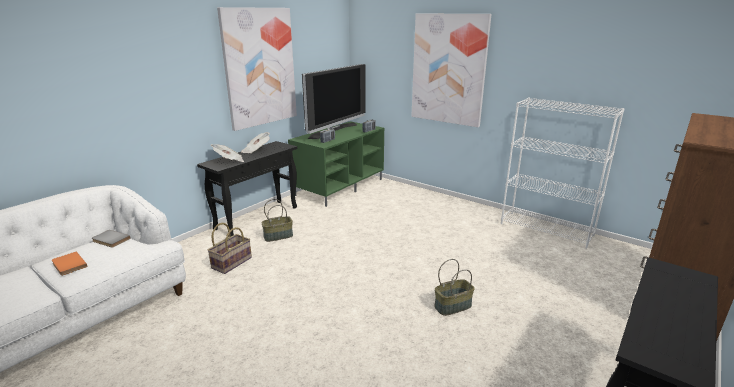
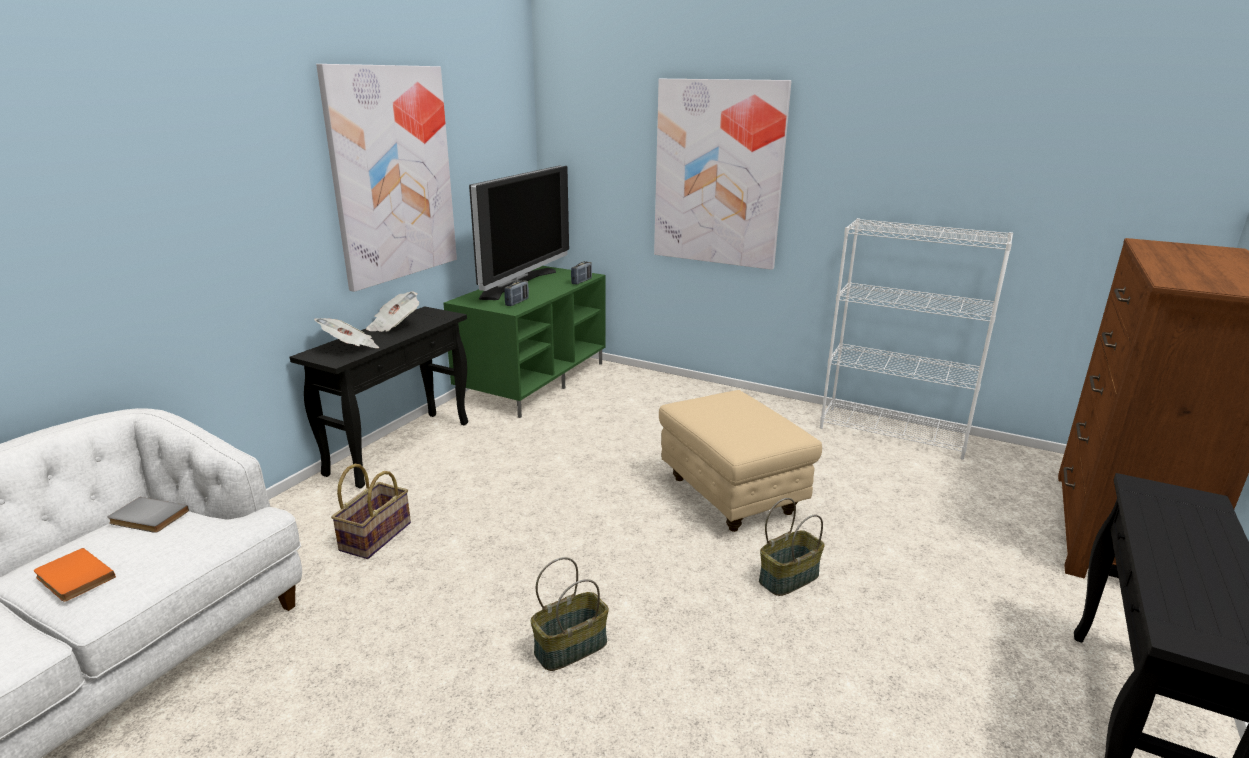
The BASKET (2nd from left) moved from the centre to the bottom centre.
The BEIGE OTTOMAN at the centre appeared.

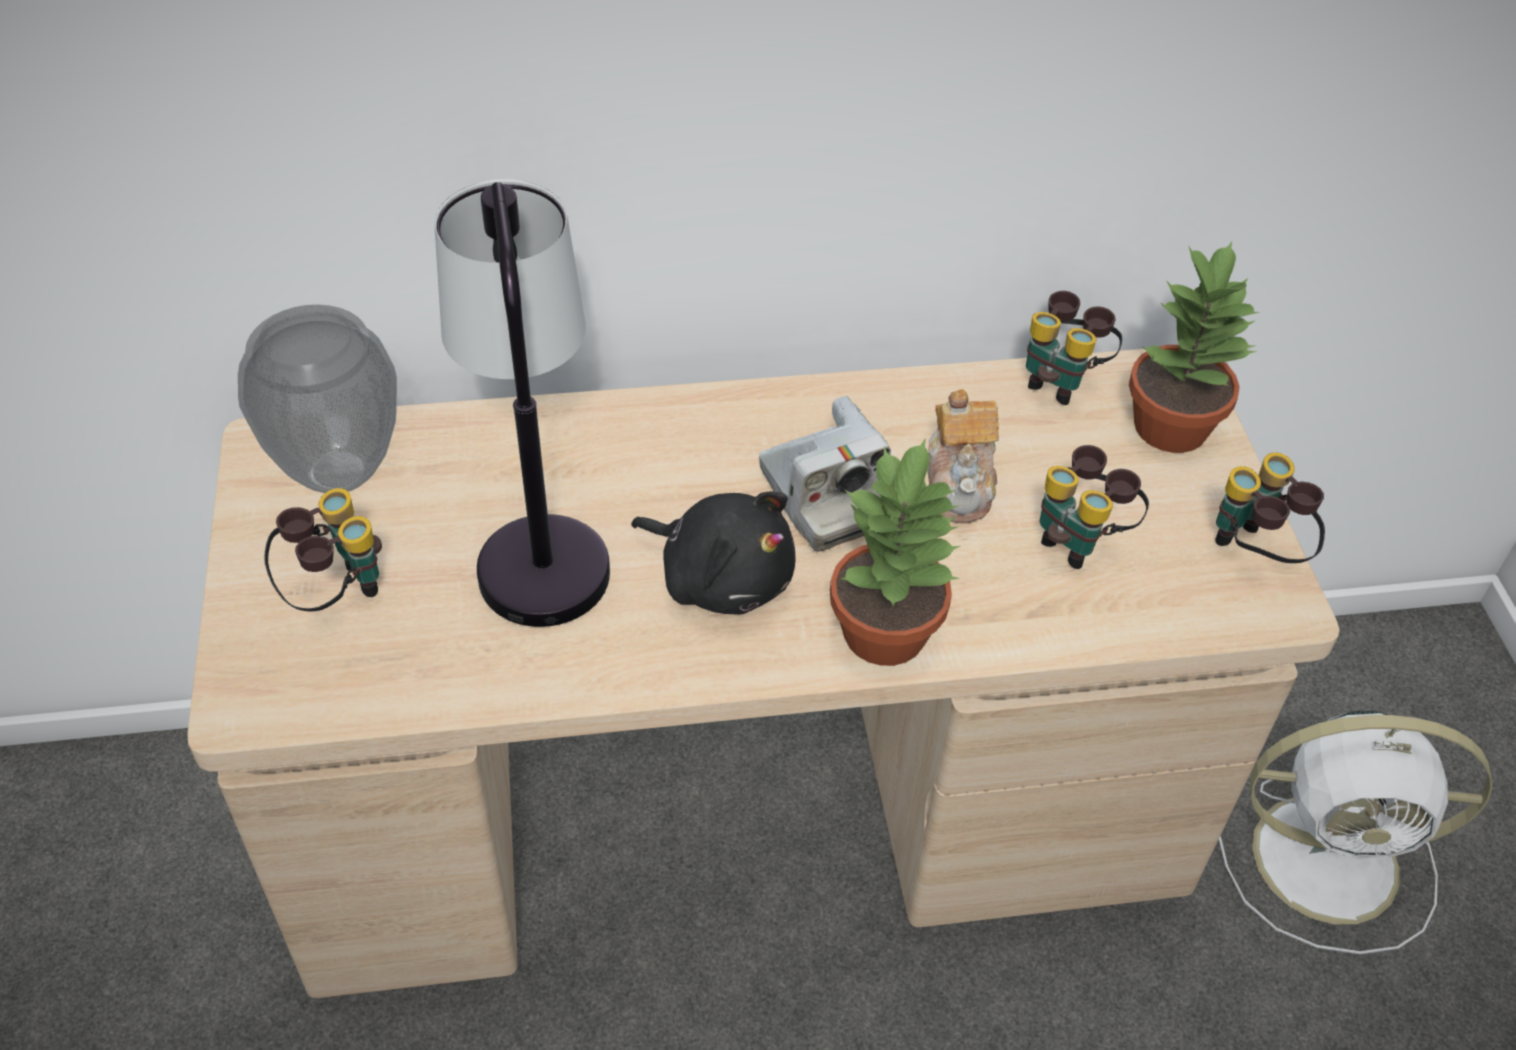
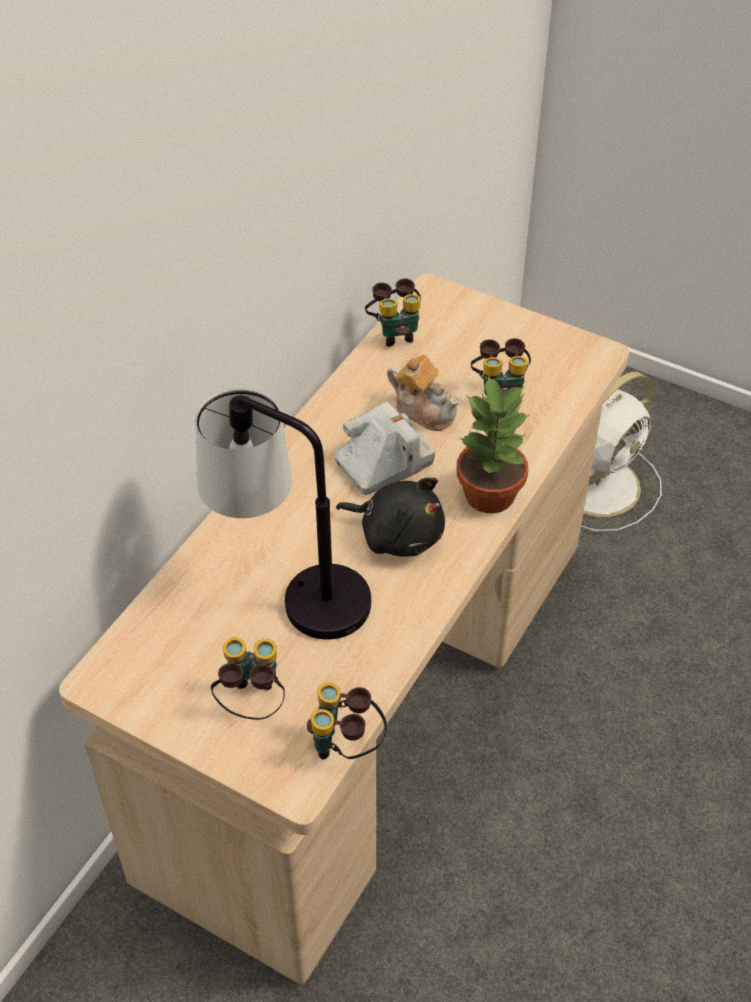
The BINOCULARS (4th from left in the first image) moved from the middle right to the bottom centre.
The PHOTO CAMERA at the centre turned 45 degrees counterclockwise.
The BLACK PLUSH TOY at the centre turned 45 degrees clockwise.
The VASE at the middle left disappeared.
The POTTED PLANT (2nd from left) at the top right disappeared.

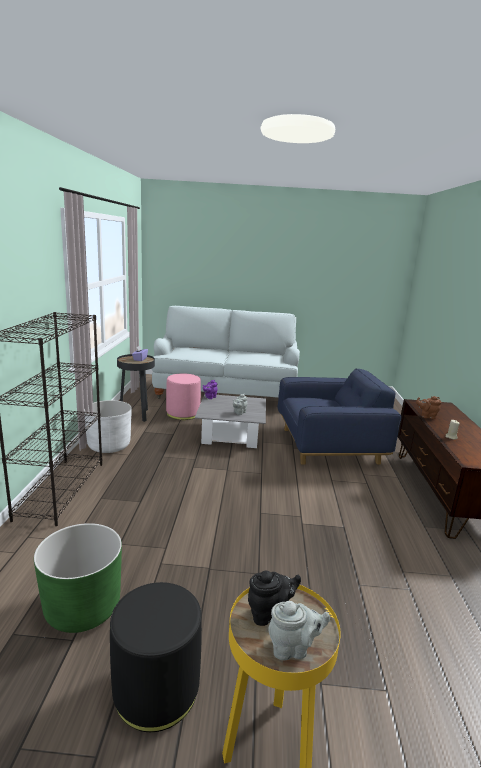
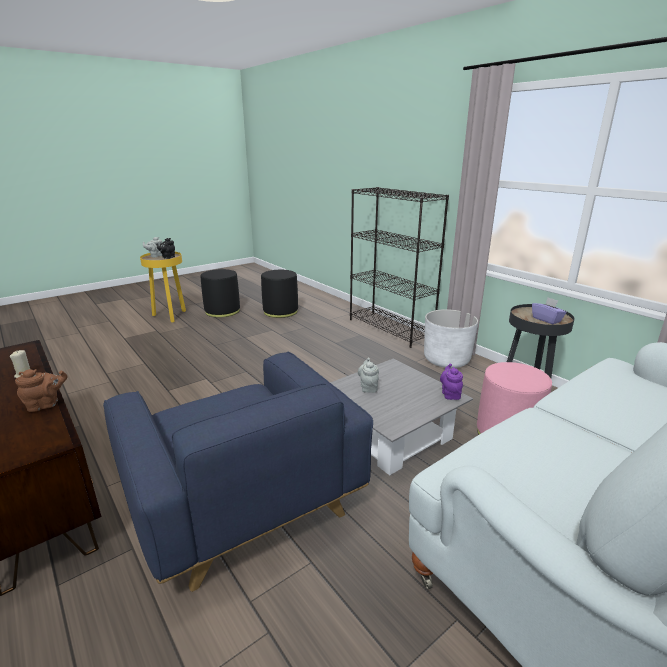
The BLUE ARMCHAIR at the middle right turned 75 degrees counterclockwise.
The GREEN PLANTER at the bottom left was replaced by the BLACK OTTOMAN (2nd from left) at the centre.

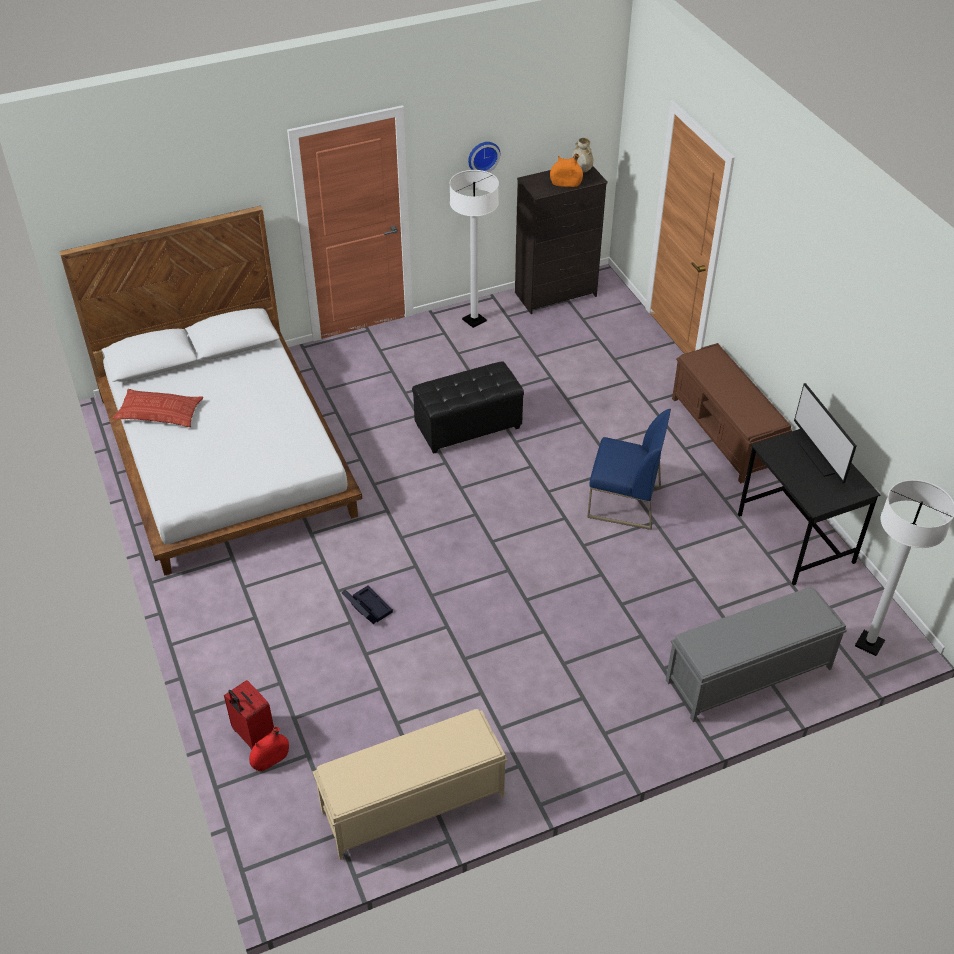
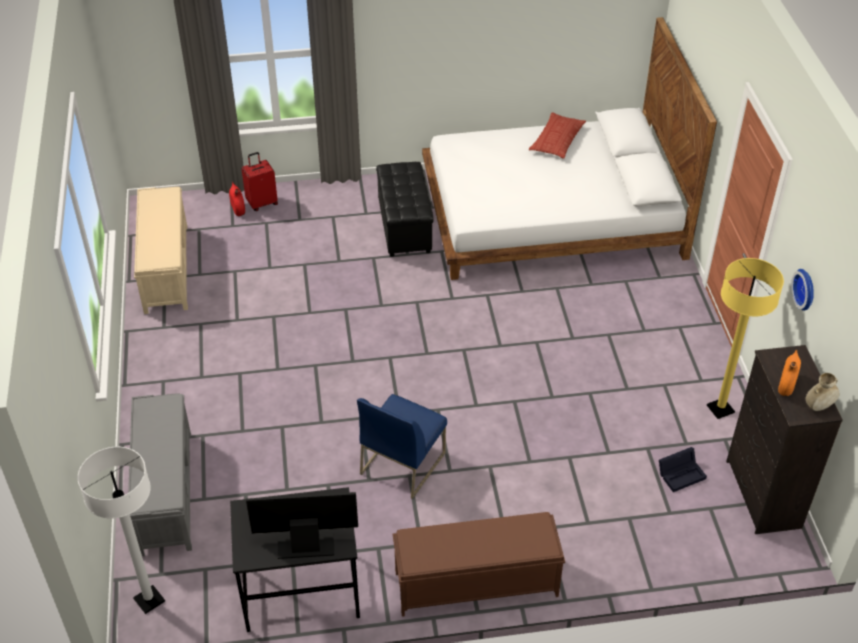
The BLACK OTTOMAN moved from the centre to the top centre.
The BLACK STORAGE BOX moved from the centre to the bottom right.
The WHITE FLOOR LAMP (1st from left) at the top centre became the YELLOW FLOOR LAMP at the middle right.

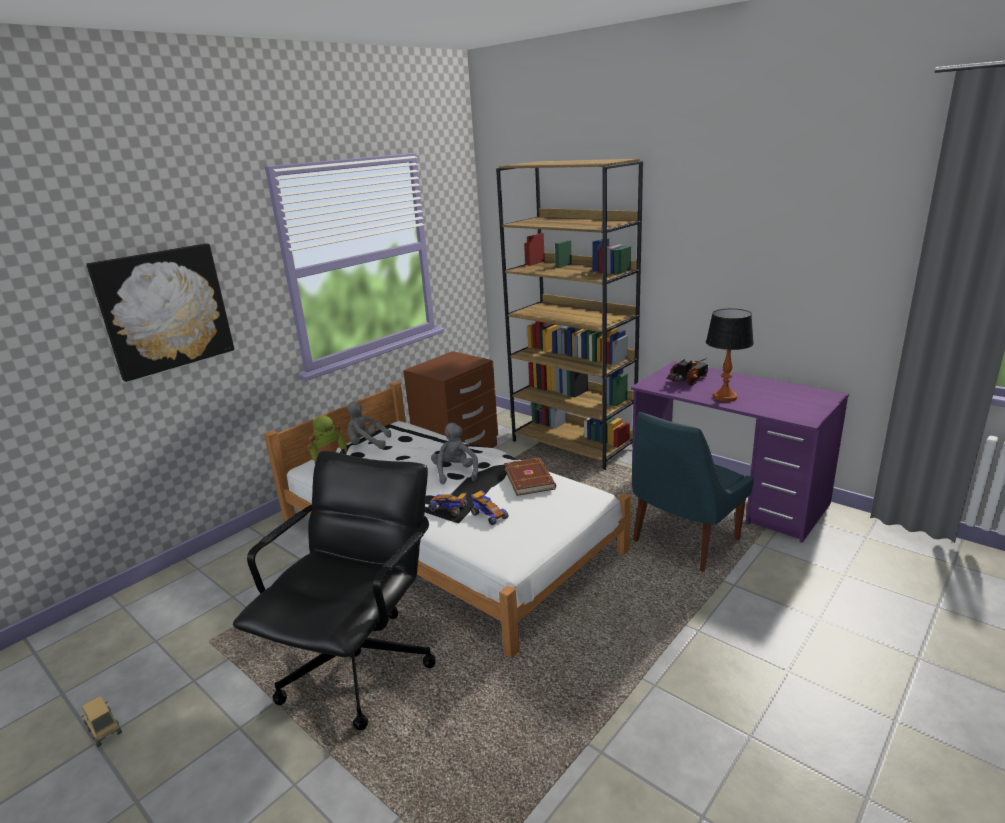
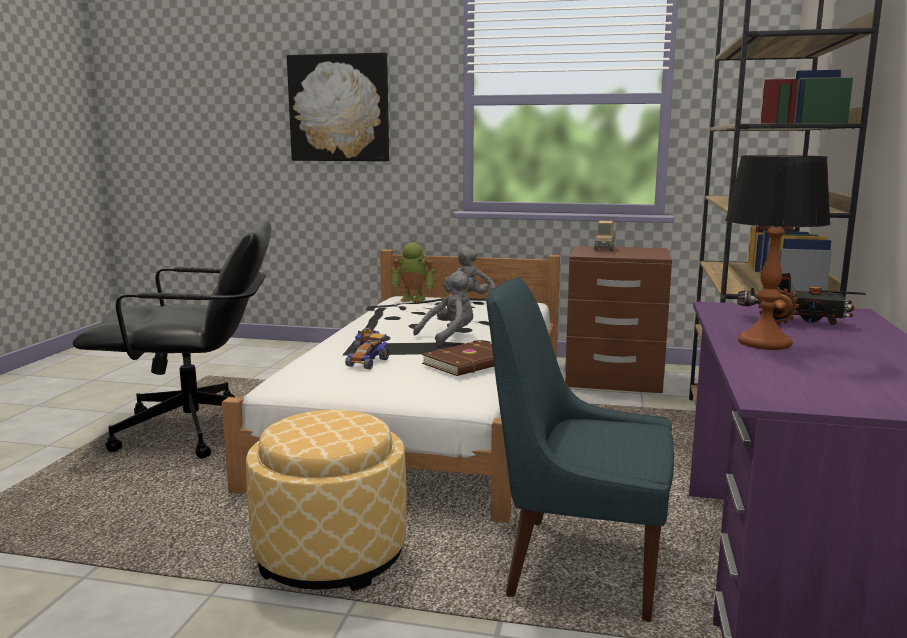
The OTTOMAN at the bottom centre appeared.
The TOY TRUCK (1st from left) moved from the bottom left to the middle right.

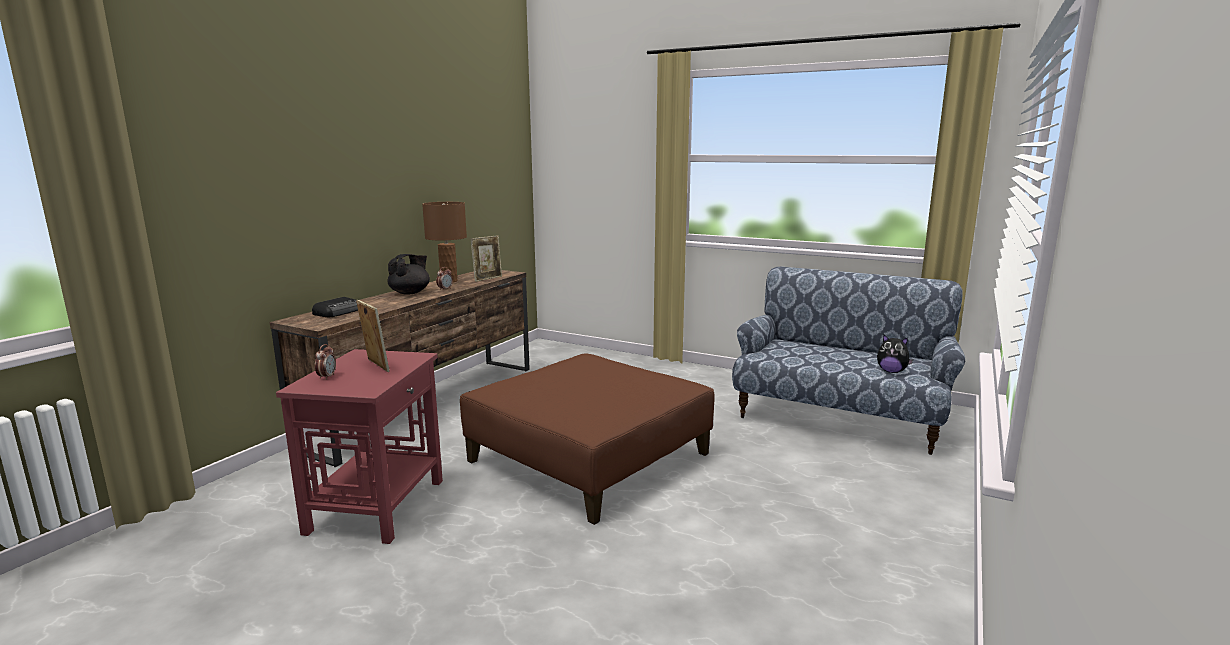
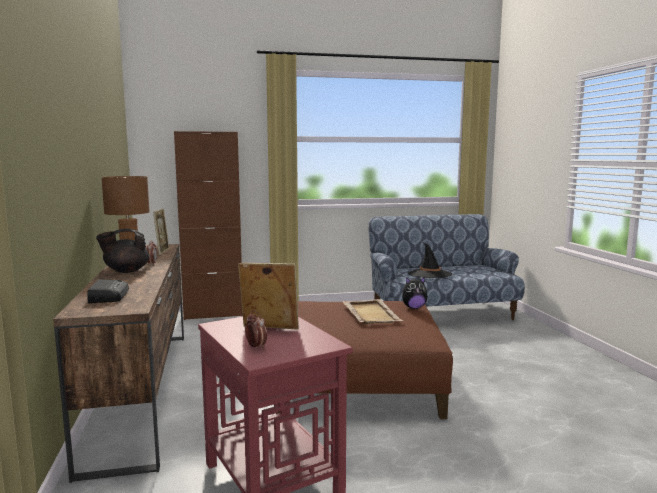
The BLACK TEAPOT at the middle left turned 105 degrees counterclockwise.
The BROWN CABINET at the middle left appeared.
The BEIGE TRAY at the centre appeared.
The PLUSH TOY moved from the middle right to the centre.
The BLACK HAT at the centre appeared.

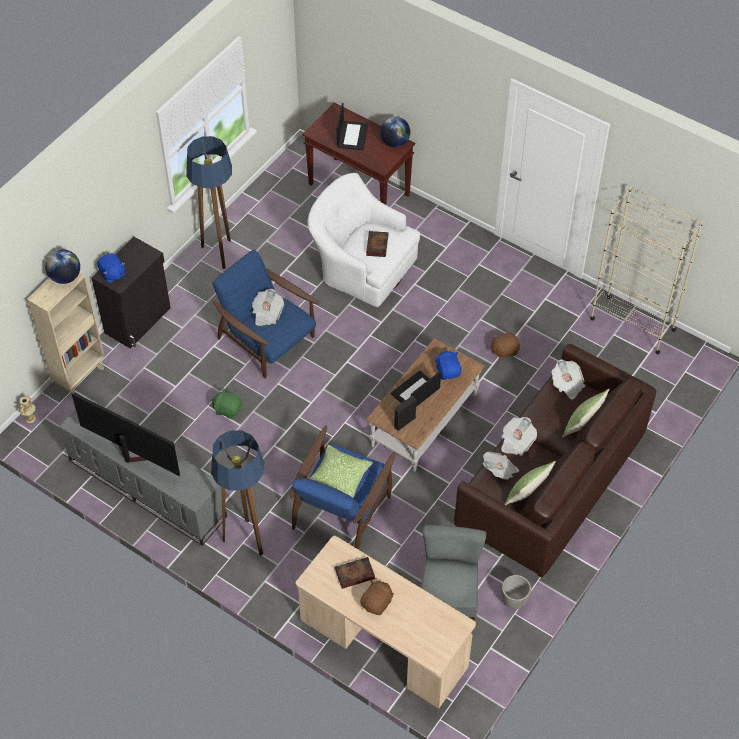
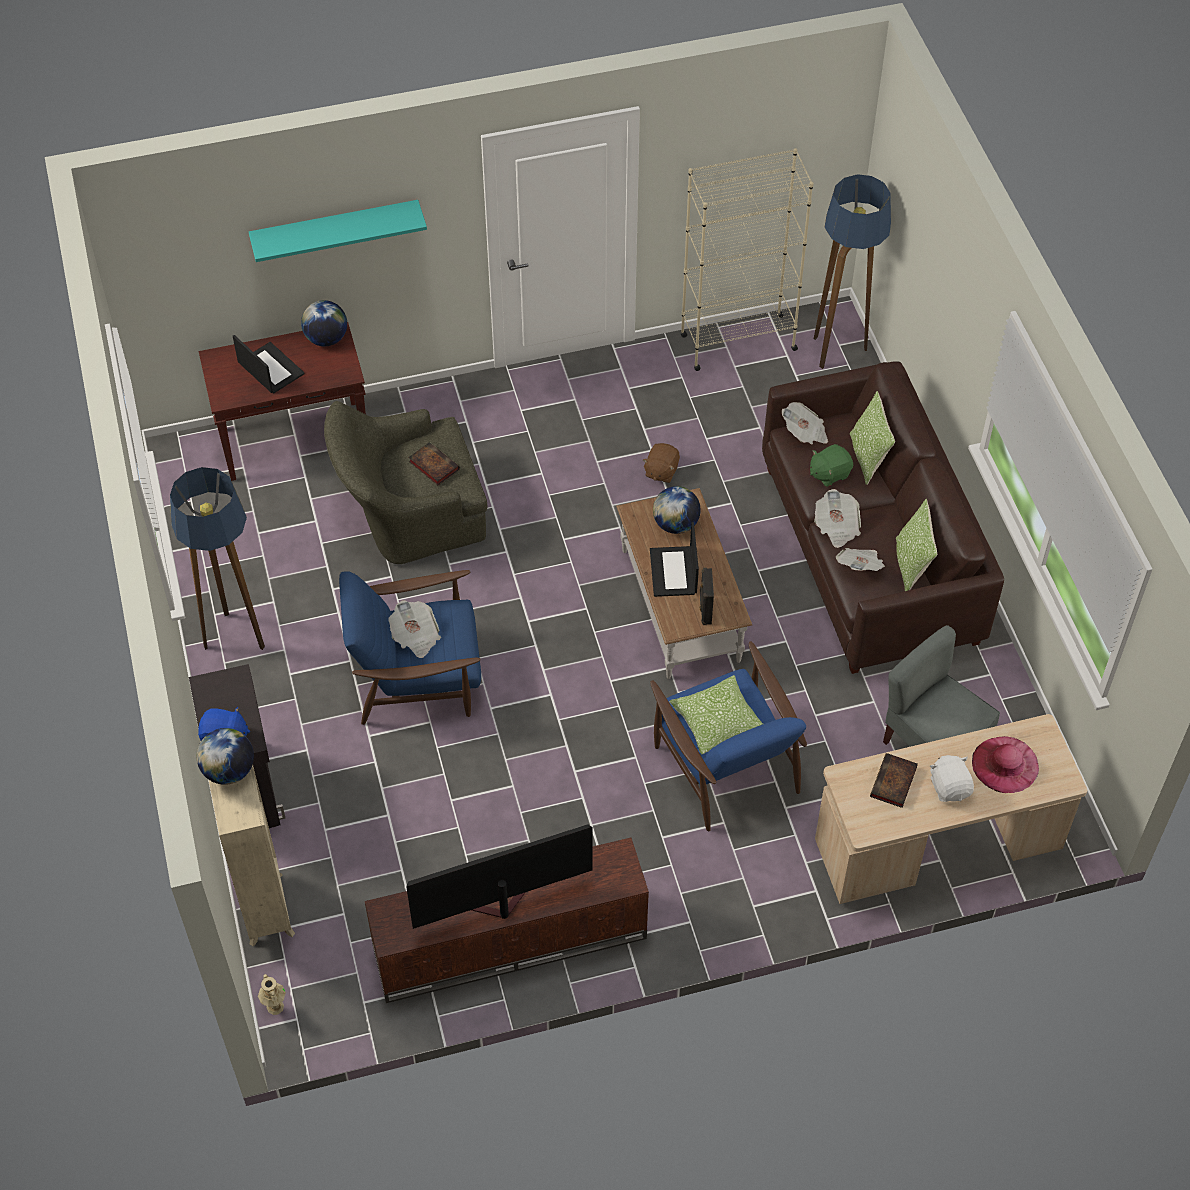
The TURQUOISE SHELF at the top left appeared.
The WHITE ARMCHAIR at the top centre became the GREEN ARMCHAIR at the centre.
The GREY TV STAND at the middle left became the BROWN TV STAND at the bottom centre.
The BLUE PLUSH TOY (2nd from left) at the centre was replaced by the GLOBE (3rd from left) at the centre.
The GREEN PLUSH TOY moved from the middle left to the middle right.
The FLOOR LAMP (2nd from left) moved from the bottom left to the top right.
The BROWN PLUSH TOY (1st from left) at the bottom centre became the WHITE PLUSH TOY at the middle right.
The PINK HAT at the middle right appeared.
The PLANTER at the bottom right disappeared.

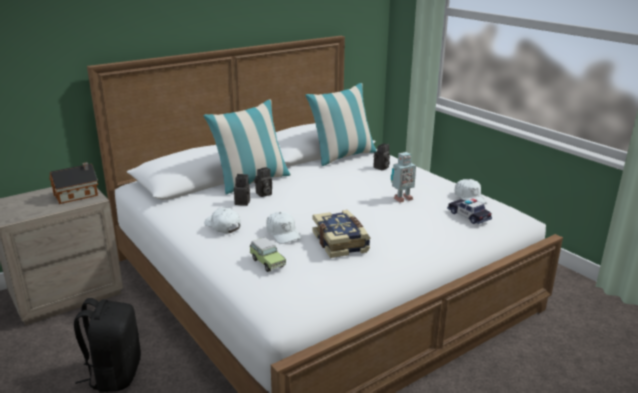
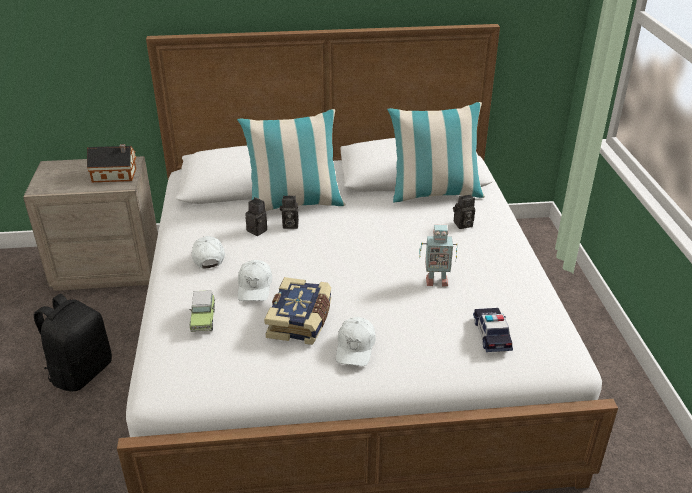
The WHITE CAP (3rd from left) moved from the middle right to the bottom centre.

